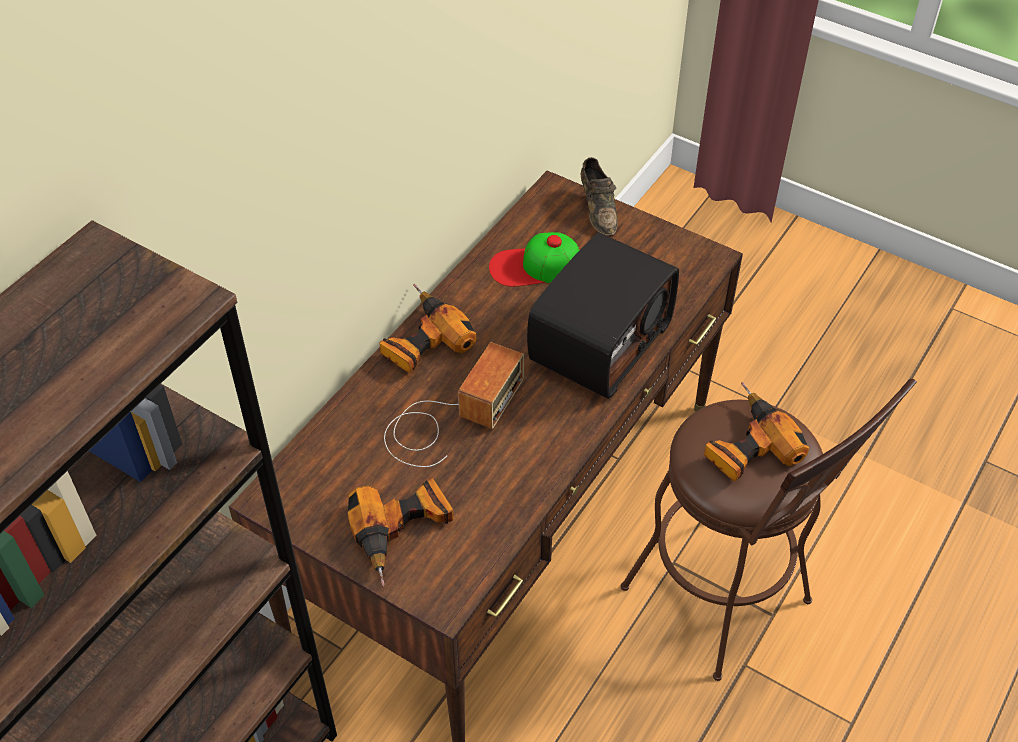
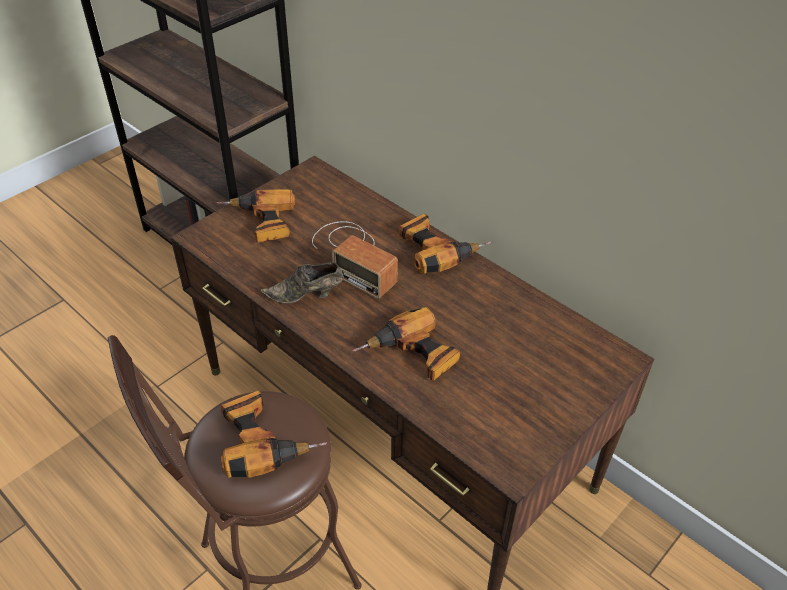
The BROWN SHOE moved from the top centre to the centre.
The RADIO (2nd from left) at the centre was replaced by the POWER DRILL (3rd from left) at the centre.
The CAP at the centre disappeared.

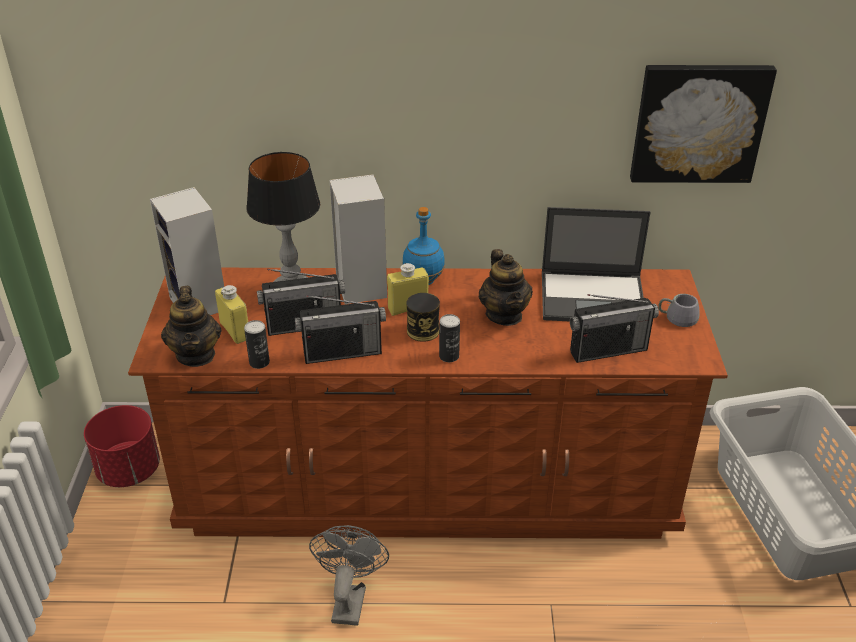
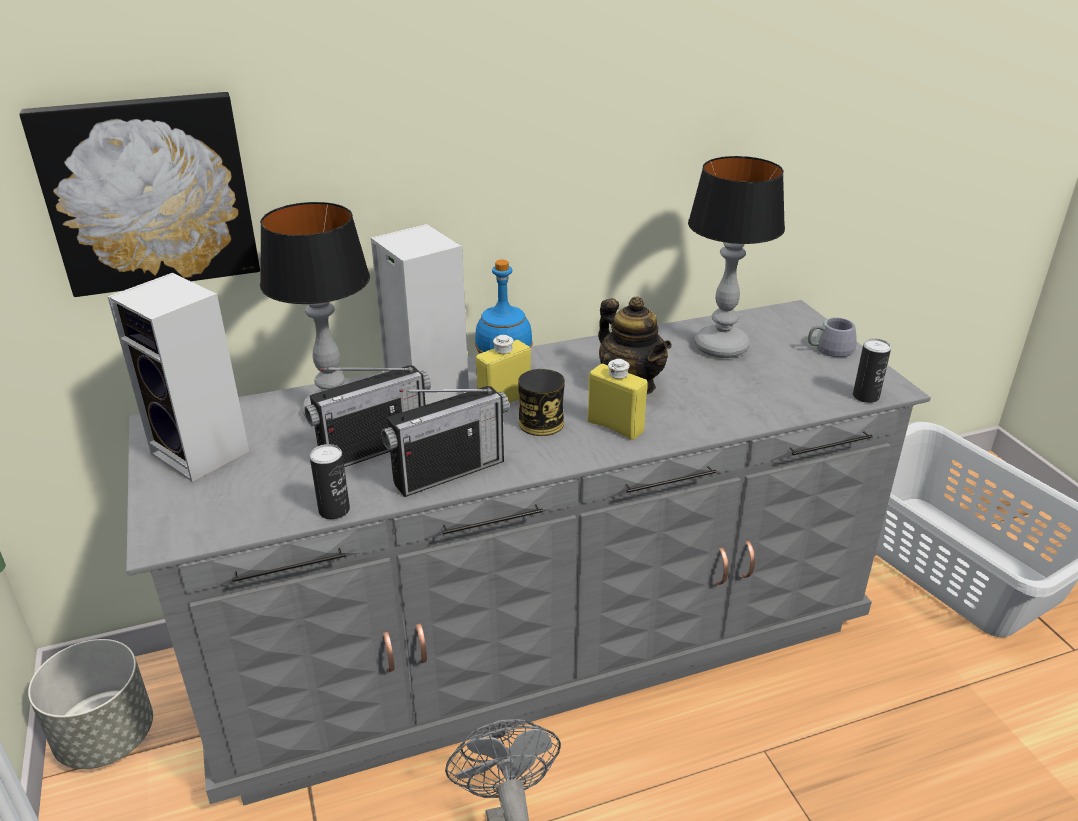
The PICTURE moved from the top right to the top left.
The RED PLANTER at the bottom left became the GREY PLANTER at the bottom left.
The BROWN DRESSER at the centre became the GREY DRESSER at the bottom centre.
The YELLOW BOTTLE (1st from left in the first image) moved from the middle left to the centre.
The LAPTOP at the middle right was replaced by the TABLE LAMP (2nd from left) at the top right.
The CAN (3rd from left) moved from the centre to the middle right.
The TEAPOT (1st from left) at the middle left disappeared.
The RADIO (3rd from left) at the middle right disappeared.

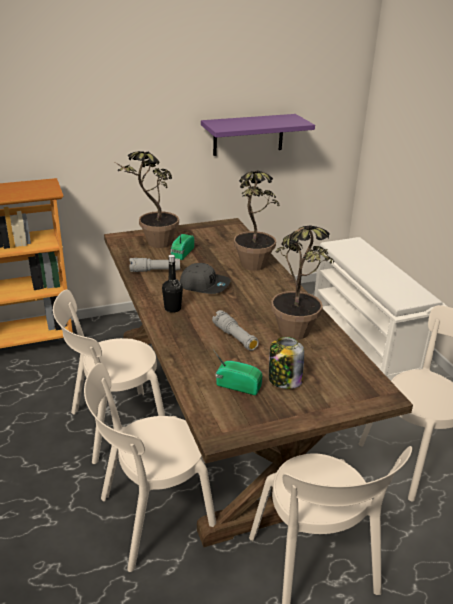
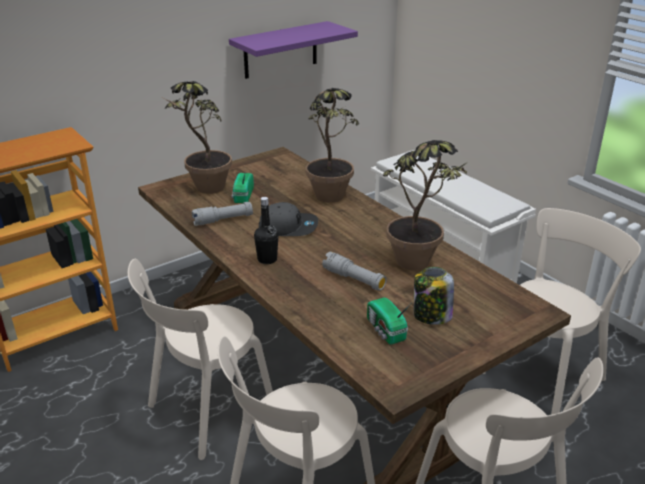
The RADIO (2nd from left) at the centre turned 120 degrees counterclockwise.

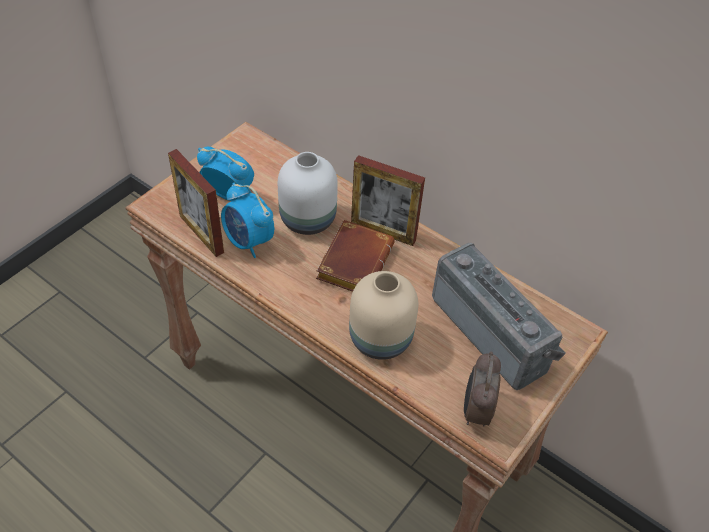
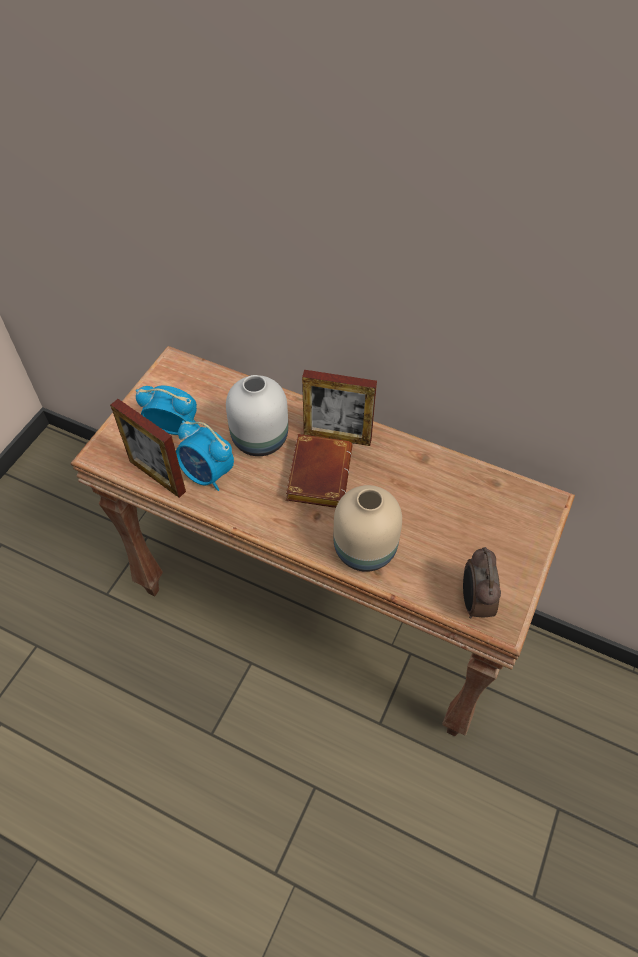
The RADIO at the middle right disappeared.

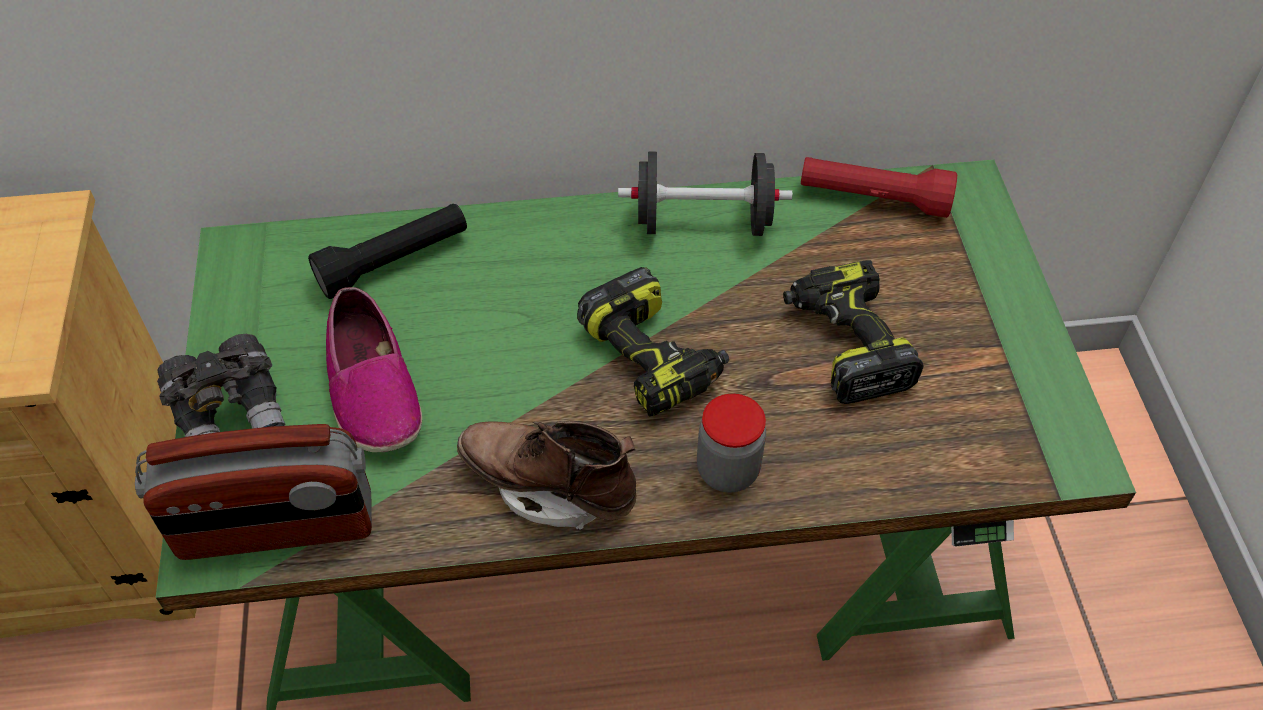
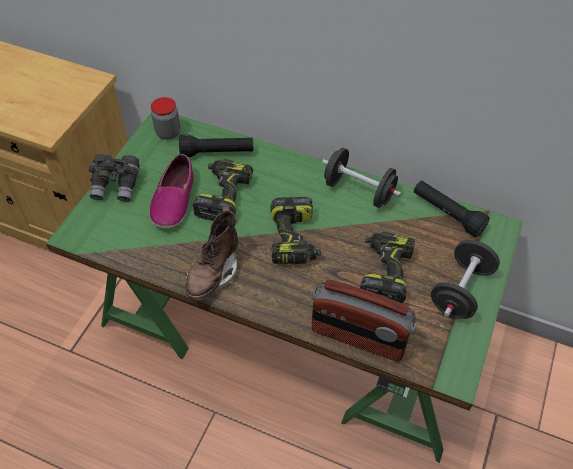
The JAR moved from the centre to the top left.
The BROWN BOOT at the bottom centre turned 120 degrees counterclockwise.
The POWER DRILL (1st from left) at the centre appeared.
The RADIO moved from the bottom left to the bottom centre.
The RED FLASHLIGHT at the top right became the BLACK FLASHLIGHT (2nd from left) at the middle right.
The BLACK DUMBBELL (2nd from left) at the middle right appeared.

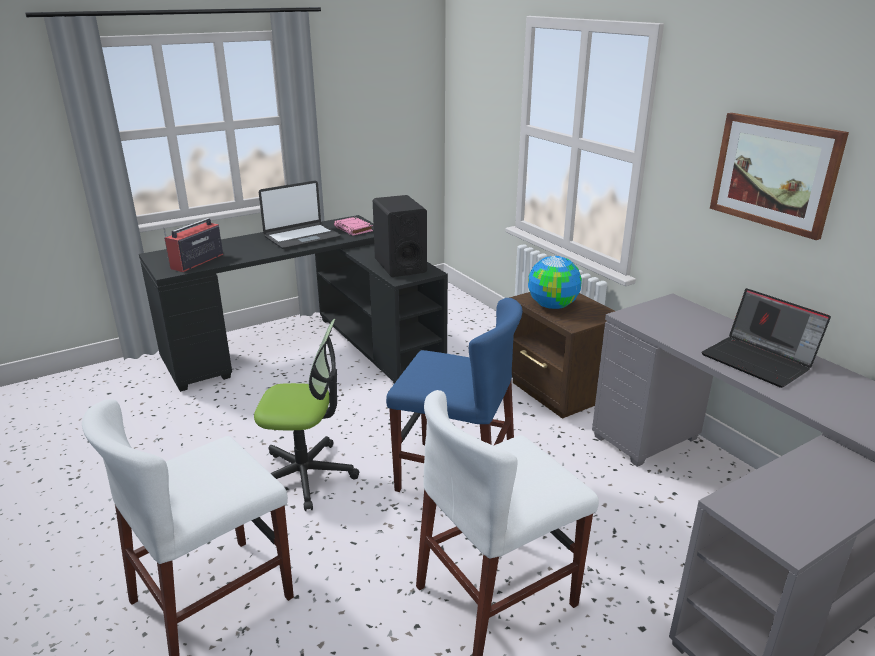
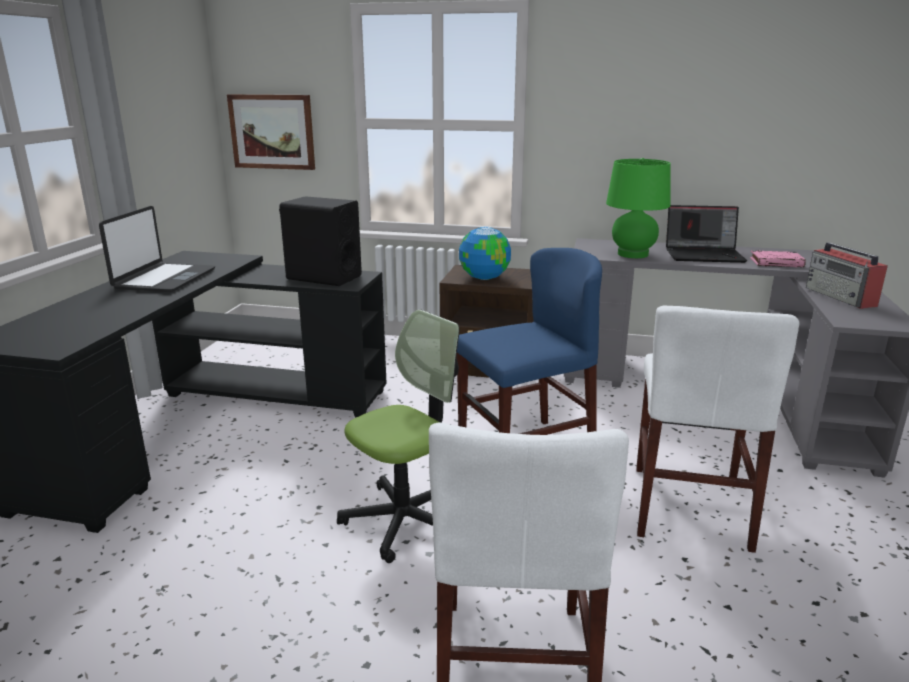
The PICTURE moved from the top right to the top left.
The GREEN TABLE LAMP at the top right appeared.
The PINK BOOK moved from the centre to the middle right.
The RADIO moved from the middle left to the middle right.

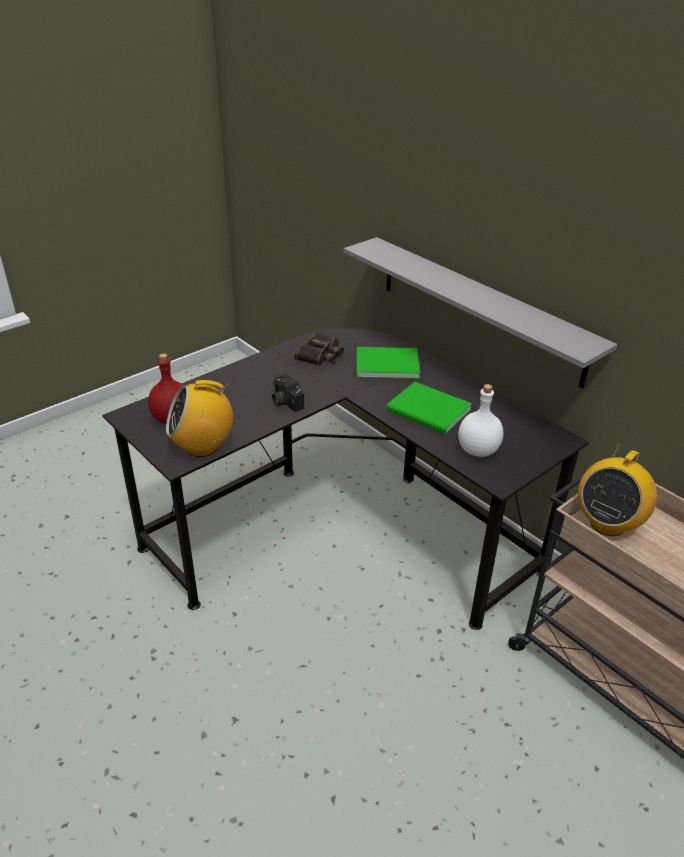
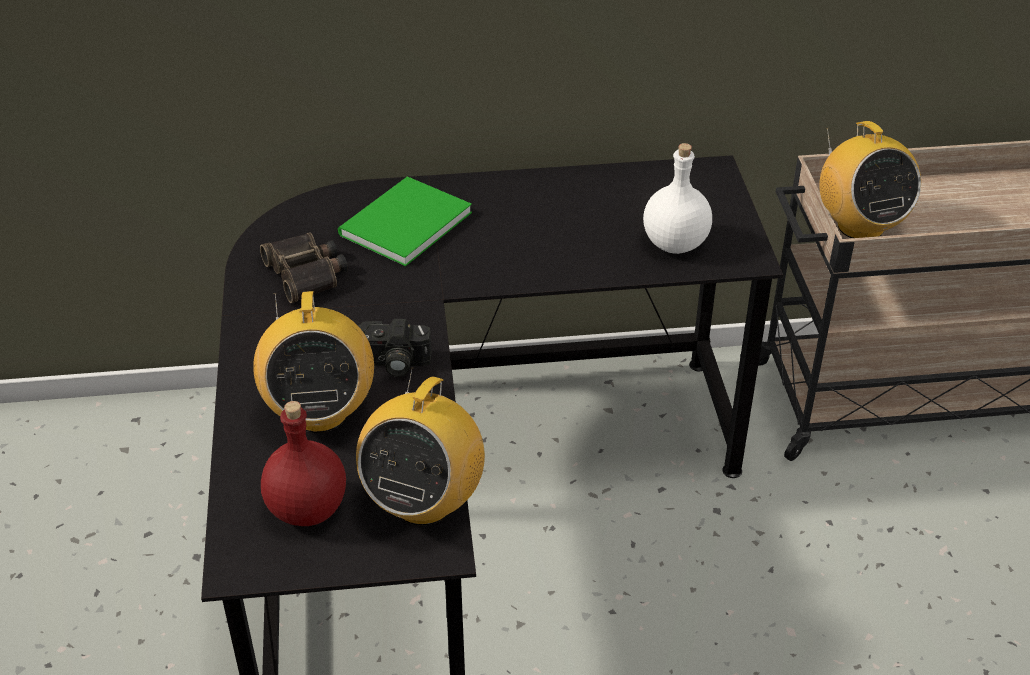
The RADIO (1st from left) at the middle left appeared.
The GREY SHELF at the middle right disappeared.
The GREEN BOOK (2nd from left) at the centre disappeared.

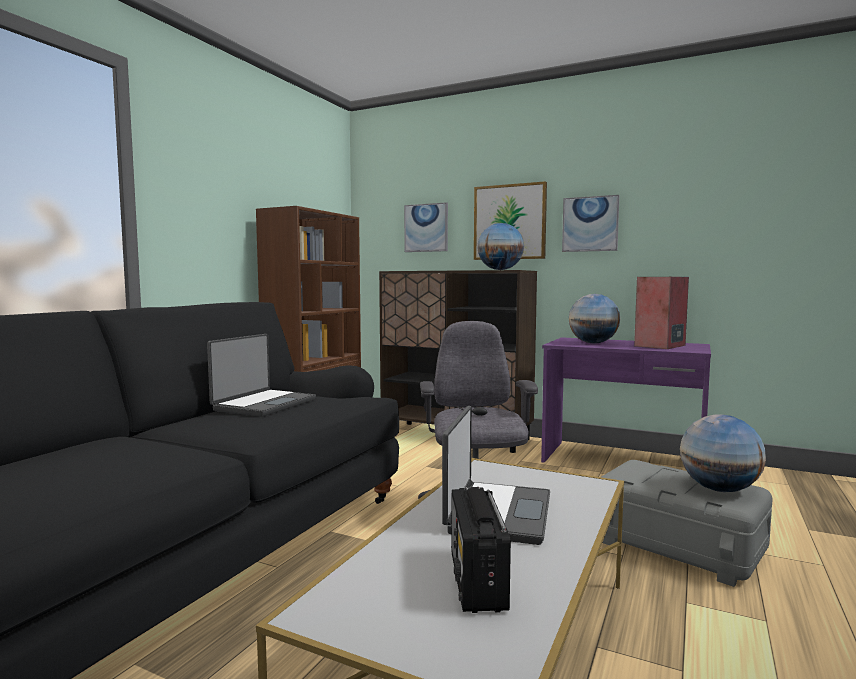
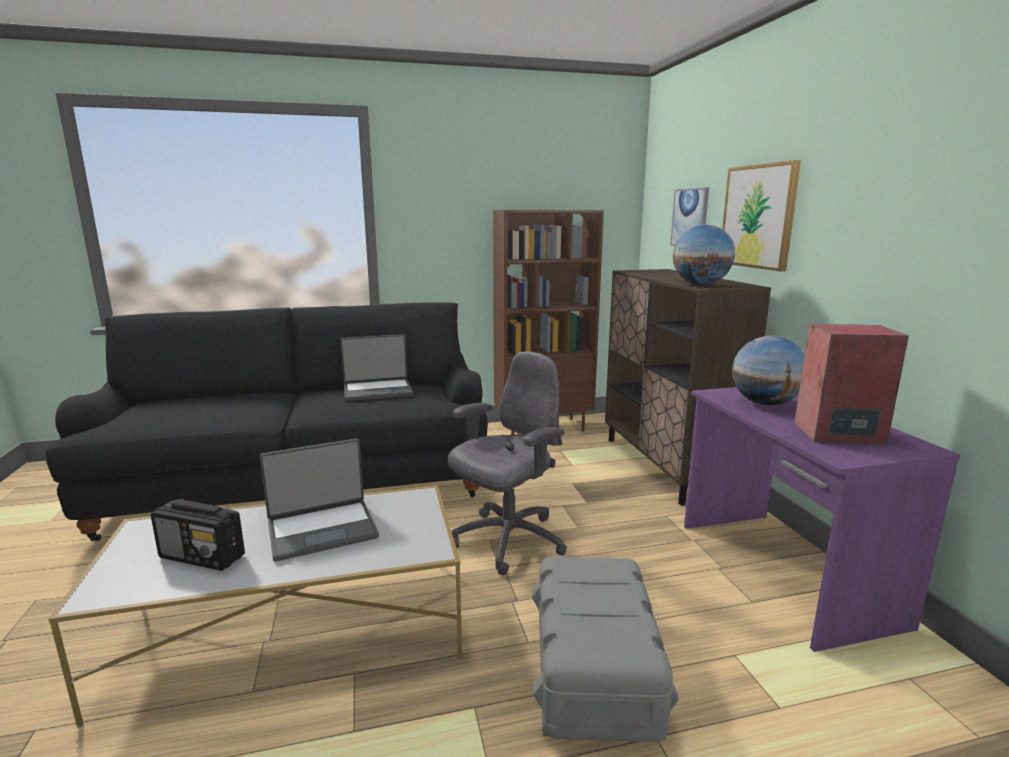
The RADIO at the bottom centre turned 120 degrees counterclockwise.
The PICTURE (3rd from left) at the top right disappeared.
The GLOBE (3rd from left) at the bottom right disappeared.

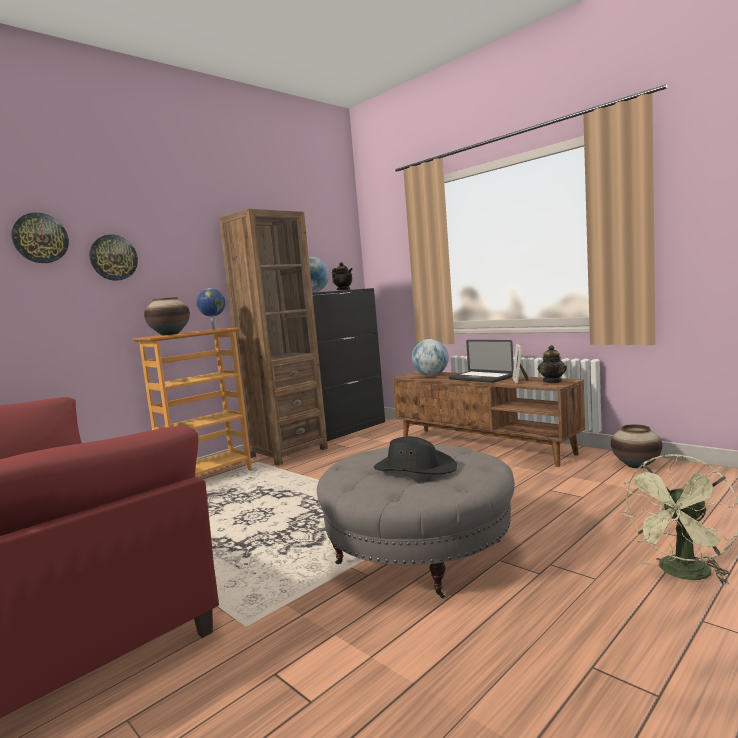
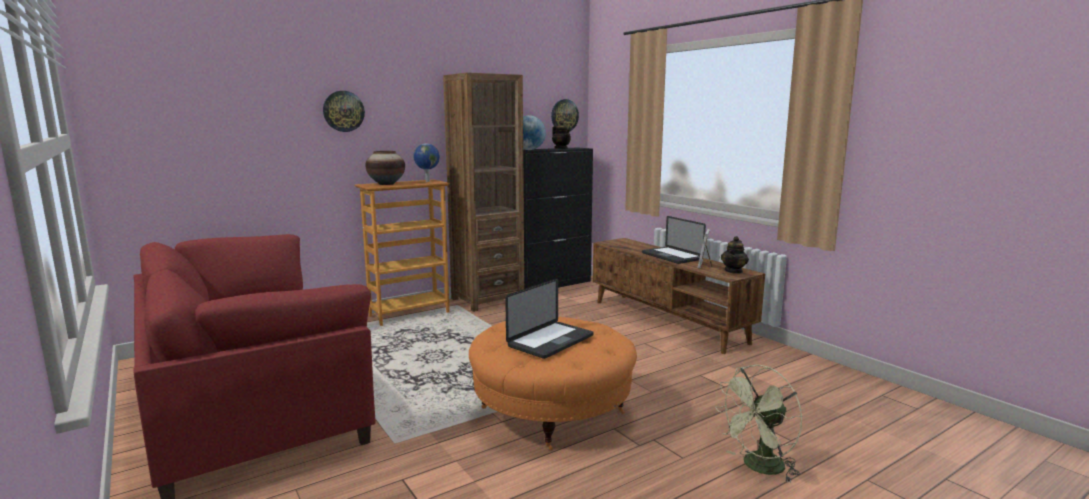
The GREY OTTOMAN at the bottom centre became the ORANGE OTTOMAN at the bottom centre.
The BLACK HAT at the centre was replaced by the LAPTOP (1st from left) at the centre.
The WALL CLOCK (1st from left in the first image) moved from the top left to the top centre.
The GLOBE (3rd from left) at the centre disappeared.
The VASE (2nd from left) at the middle right disappeared.

